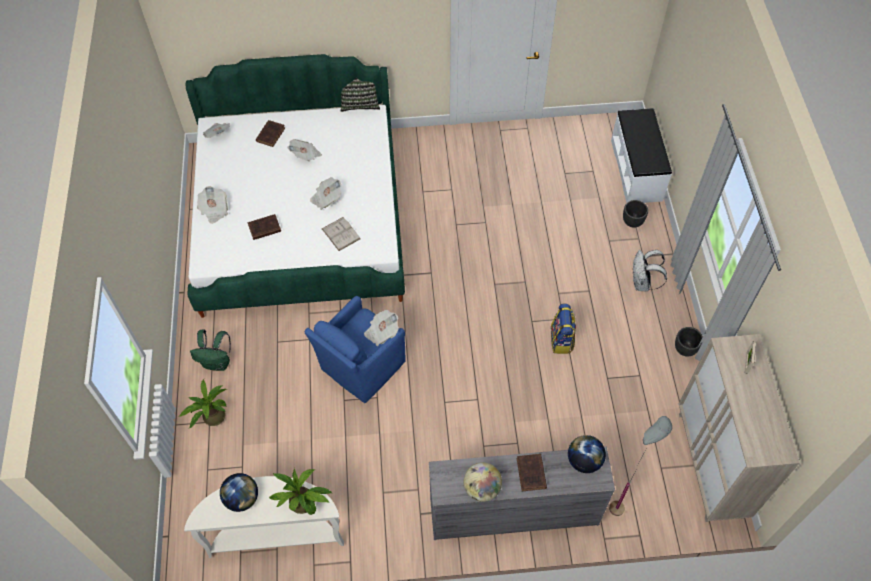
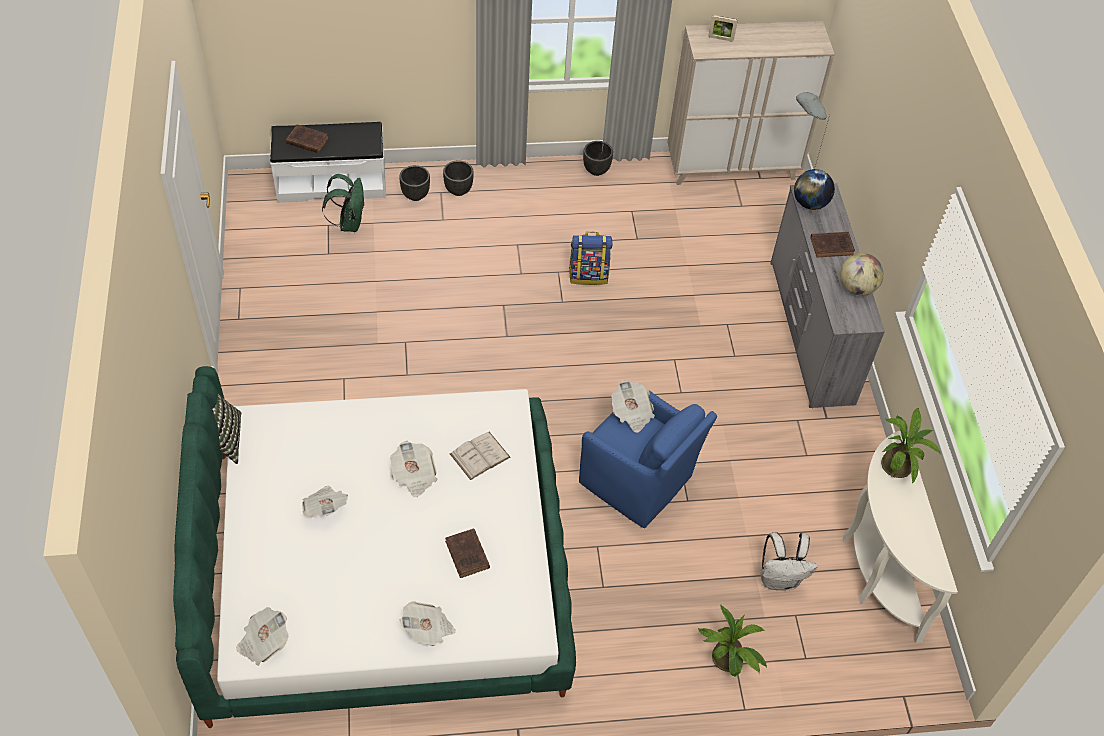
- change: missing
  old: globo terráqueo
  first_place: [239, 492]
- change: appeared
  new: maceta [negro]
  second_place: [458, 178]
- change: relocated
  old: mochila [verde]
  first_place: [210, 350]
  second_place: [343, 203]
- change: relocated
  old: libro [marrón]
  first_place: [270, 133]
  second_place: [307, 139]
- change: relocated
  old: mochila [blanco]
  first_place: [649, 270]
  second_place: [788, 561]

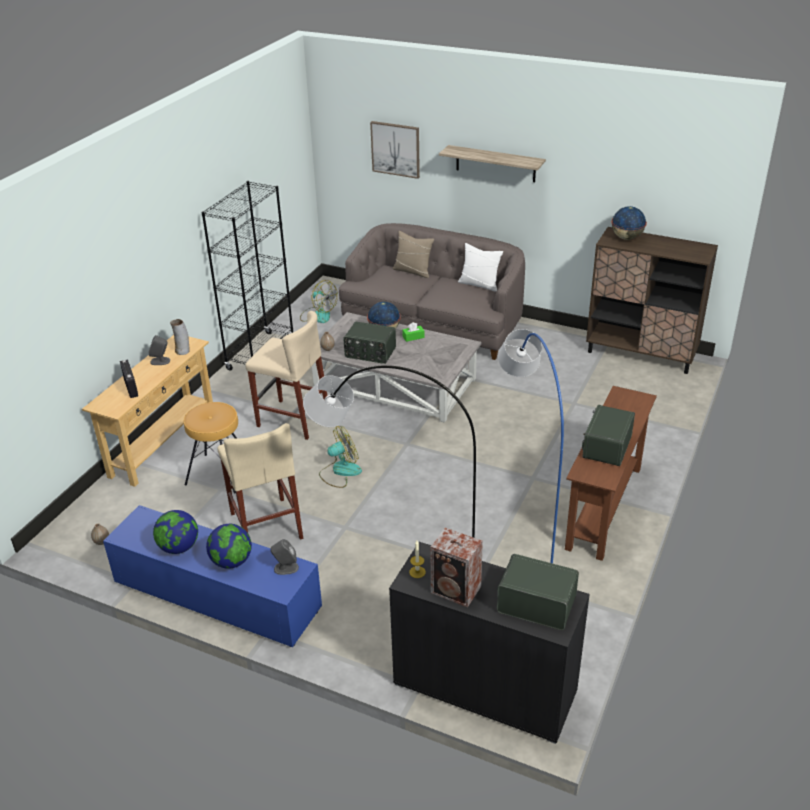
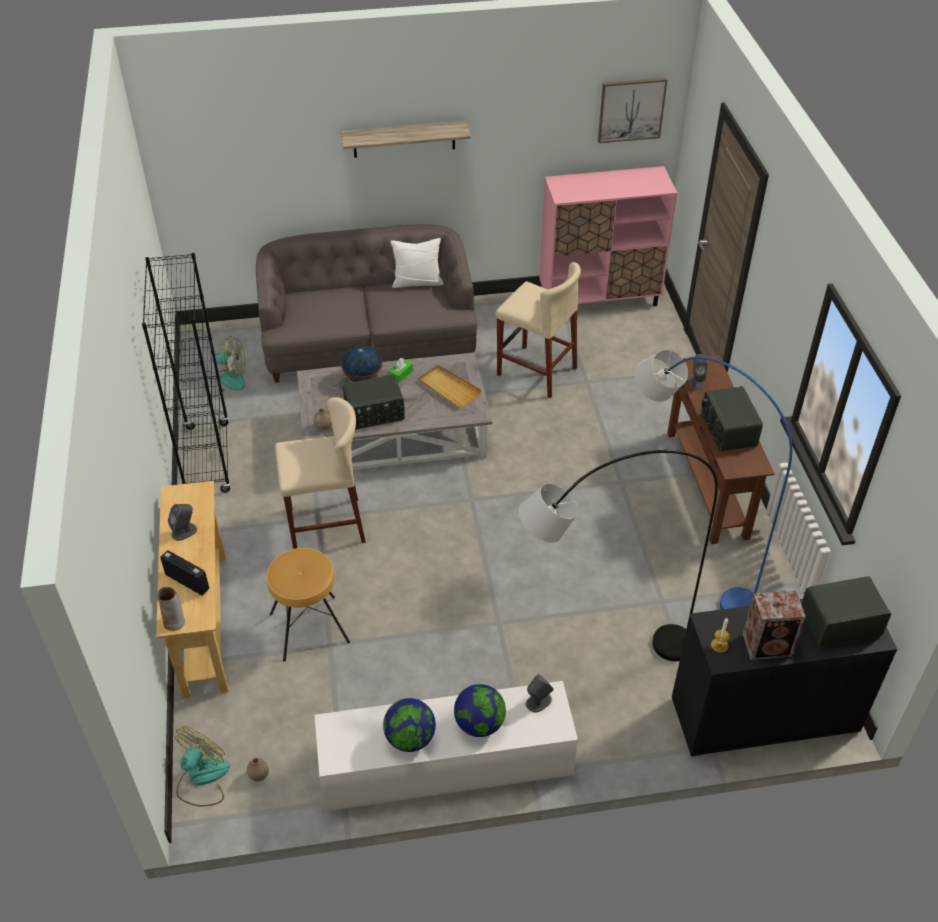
- change: missing
  old: cojín [beis]
  first_place: [413, 254]
- change: missing
  old: globo terráqueo
  first_place: [629, 223]
- change: appeared
  new: bandeja [beis]
  second_place: [450, 386]
- change: appeared
  new: altavoz [gris]
  second_place: [698, 372]
- change: relocated
  old: florero
  first_place: [180, 337]
  second_place: [171, 609]
- change: relocated
  old: taburete [beis]
  first_place: [260, 481]
  second_place: [538, 330]
- change: relocated
  old: ventilador
  first_place: [340, 457]
  second_place: [202, 766]
- change: relocated
  old: cuadro
  first_place: [395, 150]
  second_place: [632, 110]
- change: colour
  old: mueble de televisión [azul]
  new: mueble de televisión [blanco]
  first_place: [212, 576]
  second_place: [446, 746]
- change: colour
  old: armario [marrón]
  new: armario [rosa]
  first_place: [652, 300]
  second_place: [608, 236]

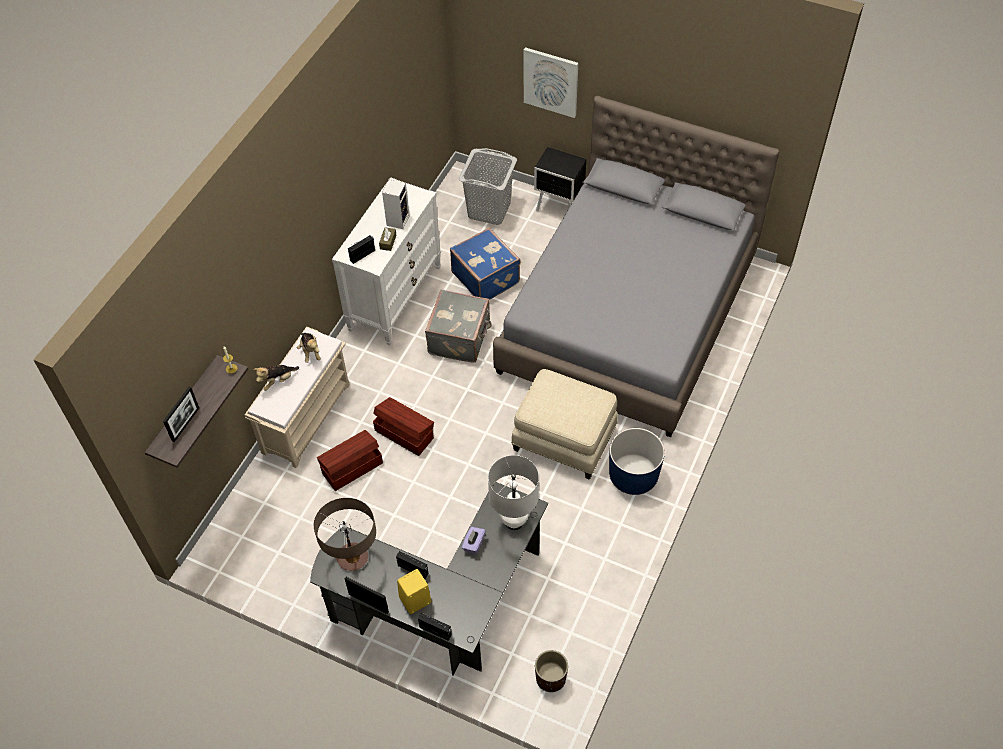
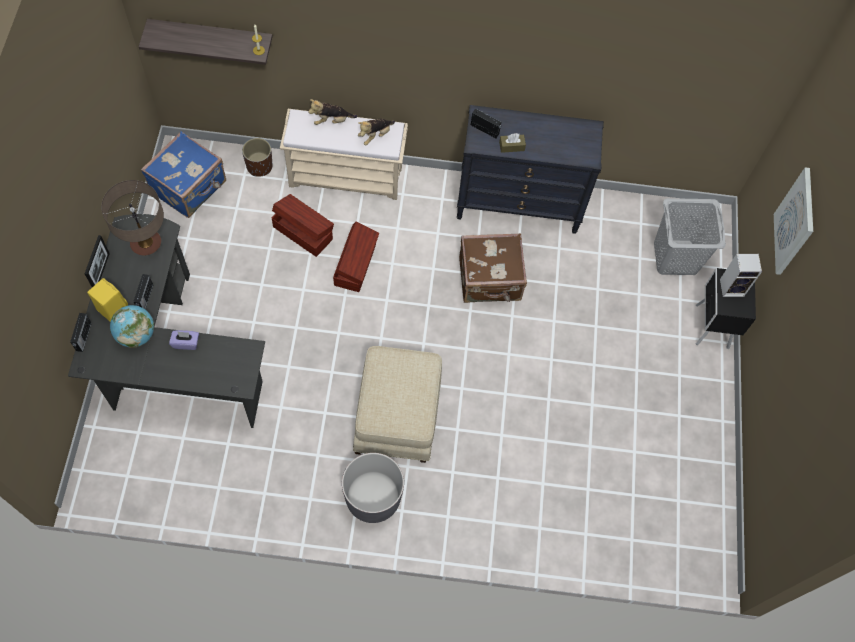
- change: missing
  old: portarretratos
  first_place: [181, 414]
- change: missing
  old: lámpara de mesa [blanco]
  first_place: [513, 492]
- change: missing
  old: cama [gris]
  first_place: [636, 266]
- change: appeared
  new: globo terráqueo
  second_place: [132, 326]
- change: relocated
  old: altavoz
  first_place: [396, 204]
  second_place: [741, 275]
- change: relocated
  old: maleta [azul]
  first_place: [485, 263]
  second_place: [183, 174]
- change: relocated
  old: maceta [marrón]
  first_place: [551, 671]
  second_place: [257, 157]
- change: colour
  old: cómoda [blanco]
  new: cómoda [negro]
  first_place: [386, 261]
  second_place: [530, 169]
- change: colour
  old: maleta [gris]
  new: maleta [marrón]
  first_place: [458, 326]
  second_place: [493, 268]
- change: colour
  old: maceta [azul]
  new: maceta [gris]
  first_place: [637, 461]
  second_place: [373, 488]
- change: spun
  old: peluche
  first_place: [276, 378]
  second_place: [332, 112]
  degrees: -45

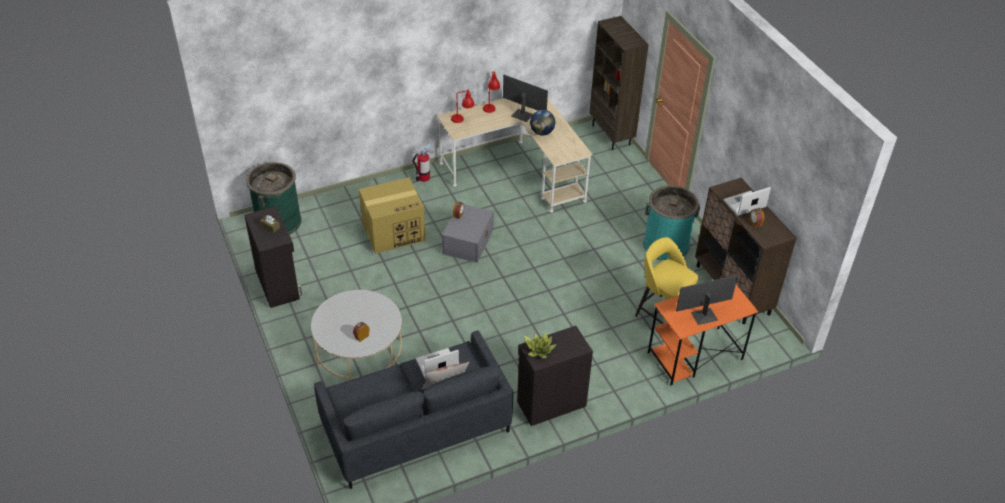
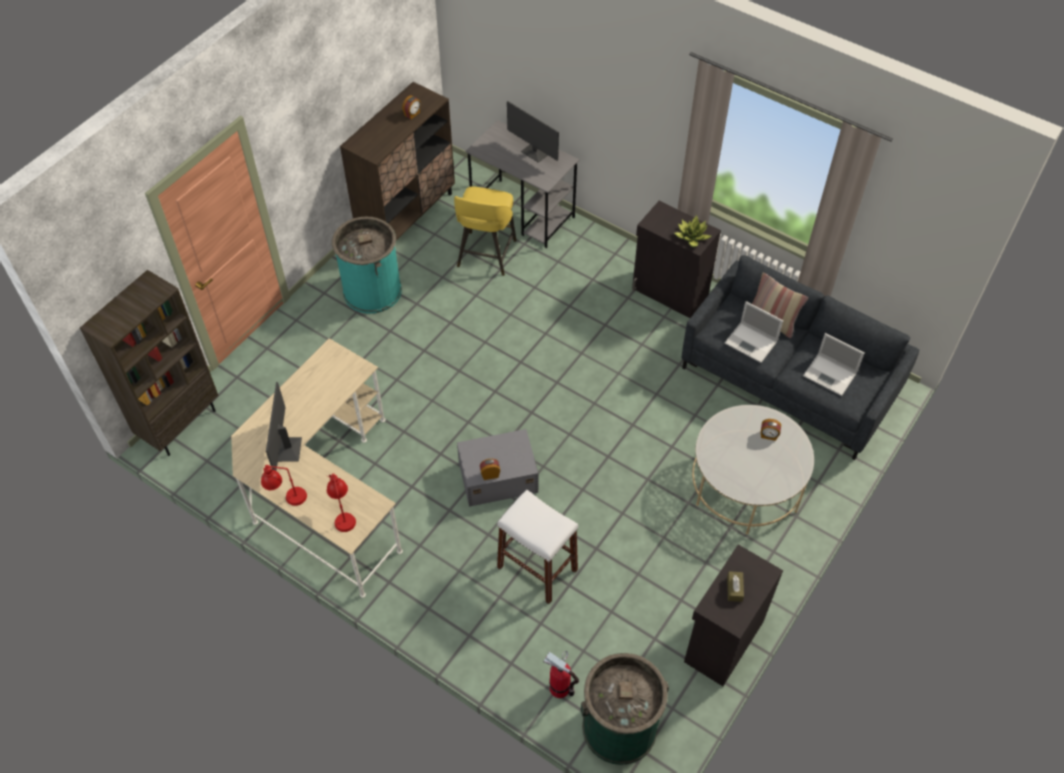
- change: missing
  old: globo terráqueo
  first_place: [542, 123]
- change: relocated
  old: extintor
  first_place: [423, 163]
  second_place: [561, 674]
- change: relocated
  old: portátil
  first_place: [747, 201]
  second_place: [834, 364]
- change: exchanged
  old: caja de cartón
  new: taburete [blanco]
  first_place: [392, 215]
  second_place: [537, 547]
- change: colour
  old: escritorio [naranja]
  new: escritorio [gris]
  first_place: [703, 335]
  second_place: [522, 184]

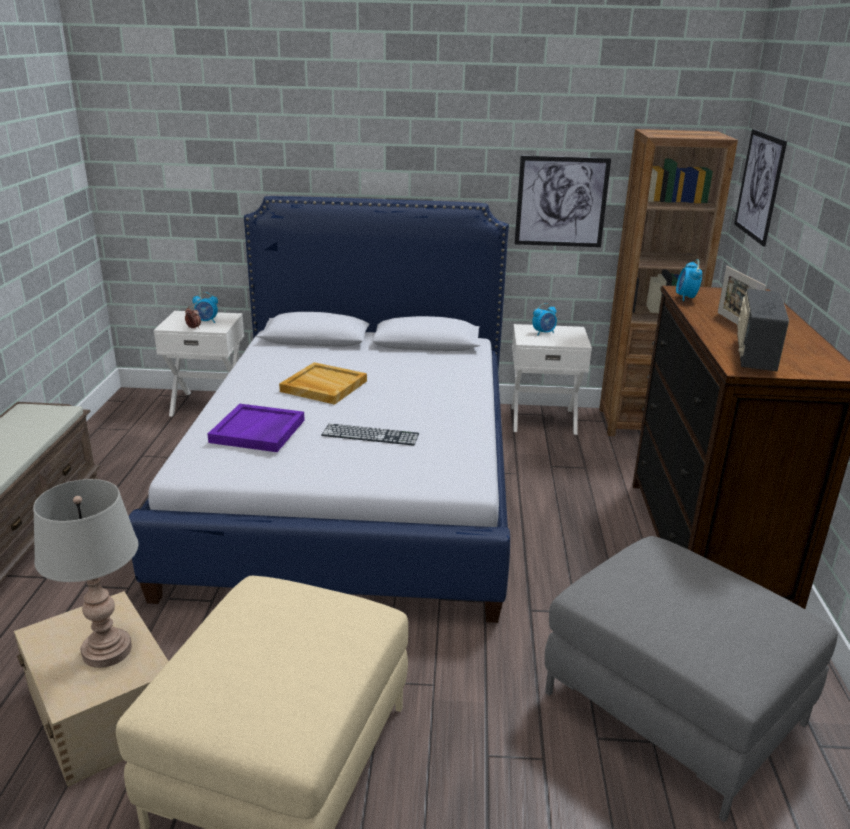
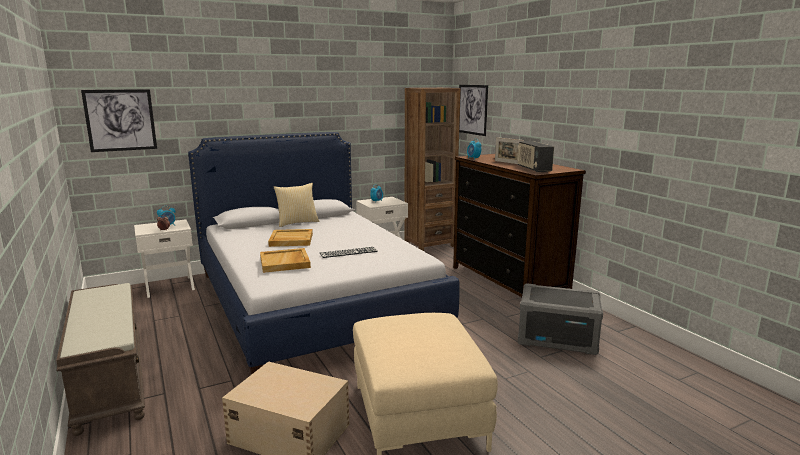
- change: missing
  old: lámpara de mesa [gris]
  first_place: [86, 573]
- change: appeared
  new: cojín
  second_place: [297, 205]
- change: relocated
  old: cuadro
  first_place: [563, 201]
  second_place: [119, 120]
- change: exchanged
  old: puf [gris]
  new: caja de almacenaje [gris]
  first_place: [691, 679]
  second_place: [560, 319]
- change: colour
  old: bandeja [morado]
  new: bandeja [beis]
  first_place: [256, 428]
  second_place: [285, 260]

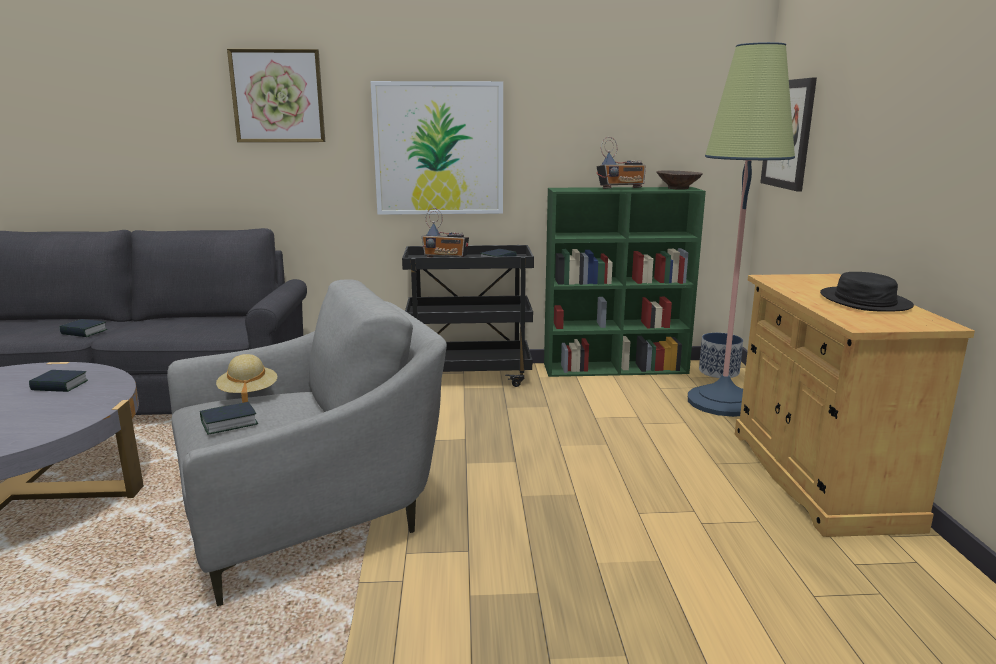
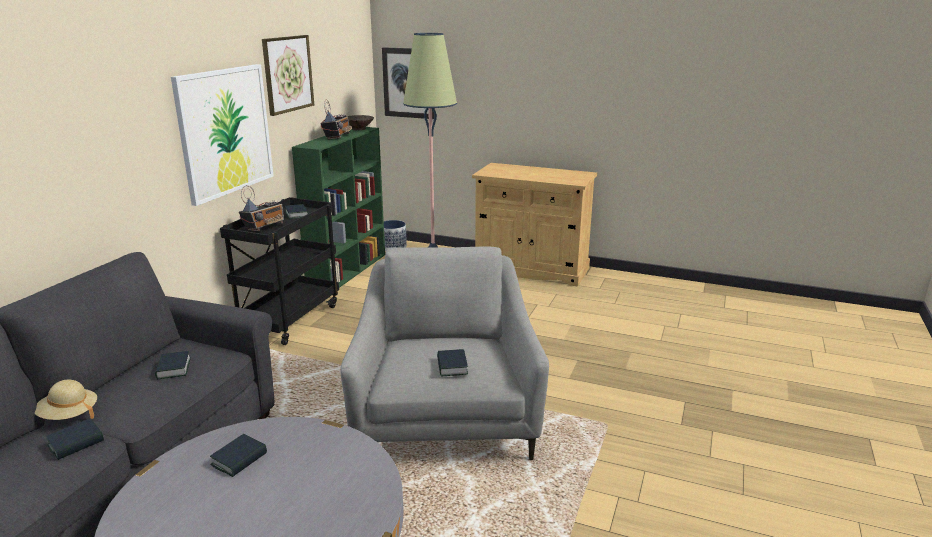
- change: missing
  old: sombrero [negro]
  first_place: [867, 292]
- change: appeared
  new: libro
  second_place: [173, 365]
- change: relocated
  old: sombrero [beis]
  first_place: [246, 378]
  second_place: [66, 400]
- change: relocated
  old: cuadro
  first_place: [276, 95]
  second_place: [288, 75]

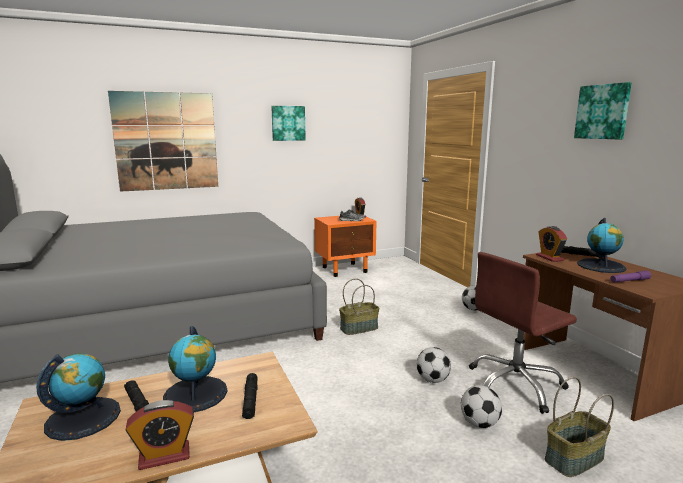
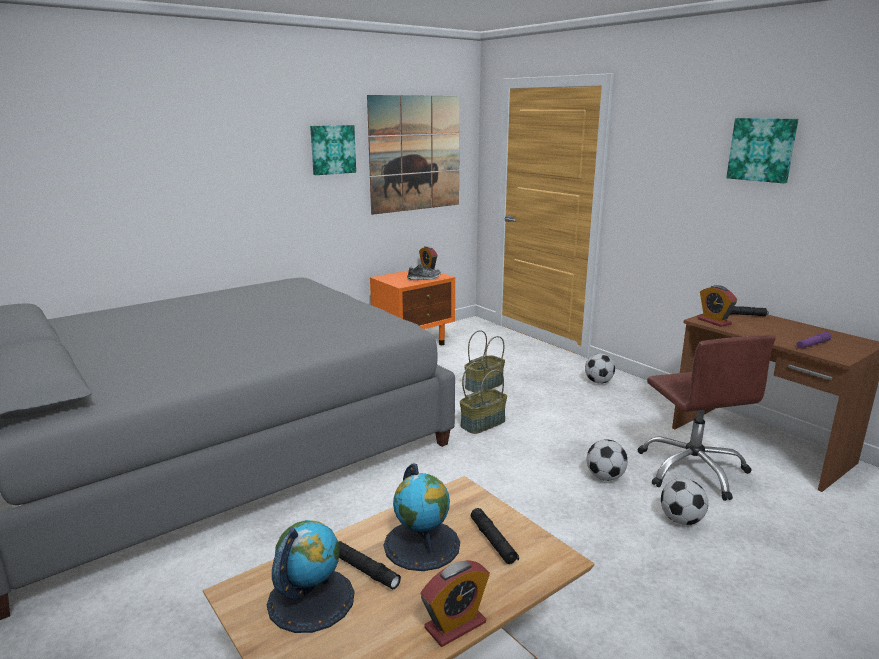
- change: missing
  old: globo terráqueo
  first_place: [602, 245]
- change: relocated
  old: cuadro
  first_place: [163, 141]
  second_place: [413, 155]
- change: relocated
  old: cesta
  first_place: [579, 427]
  second_place: [484, 361]
- change: spun
  old: silla de oficina [marrón]
  first_place: [523, 333]
  second_place: [706, 418]
  degrees: -60

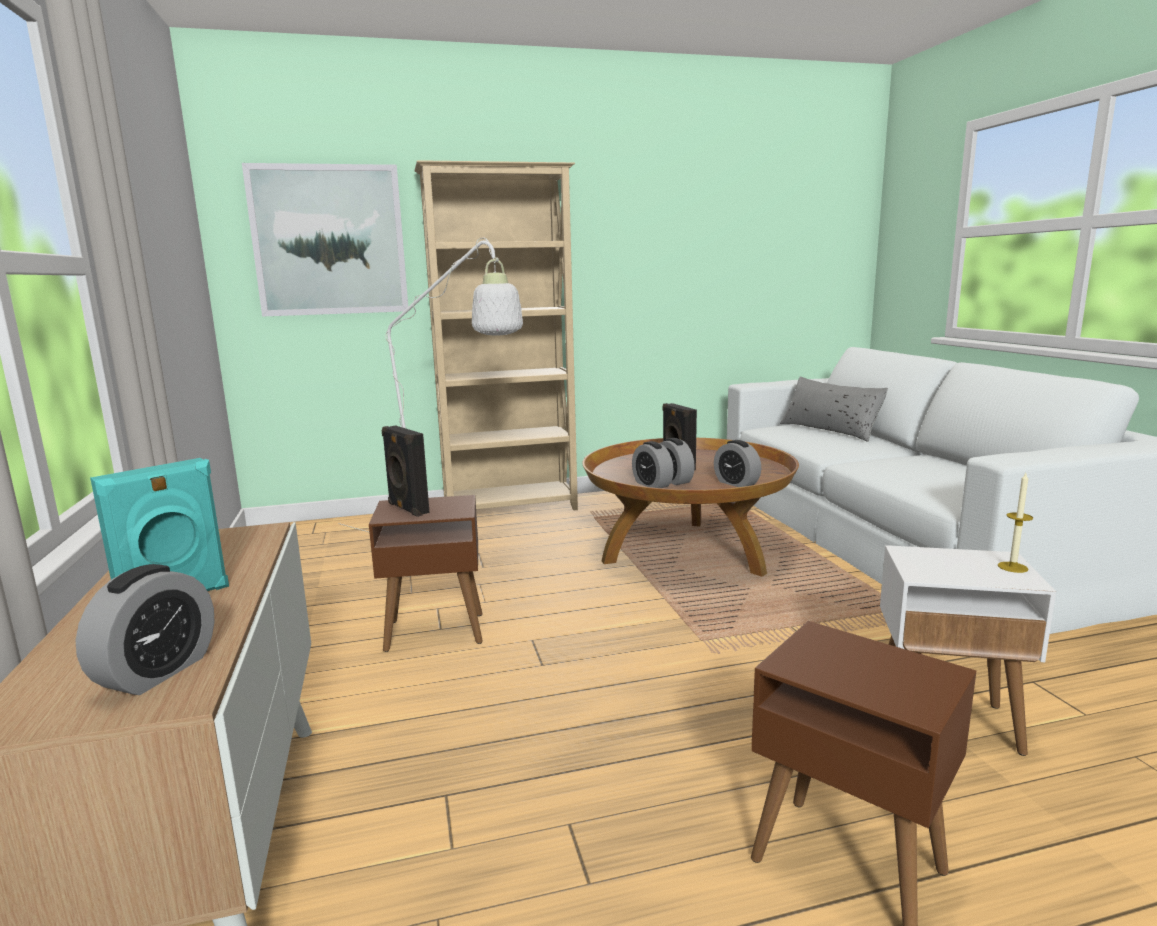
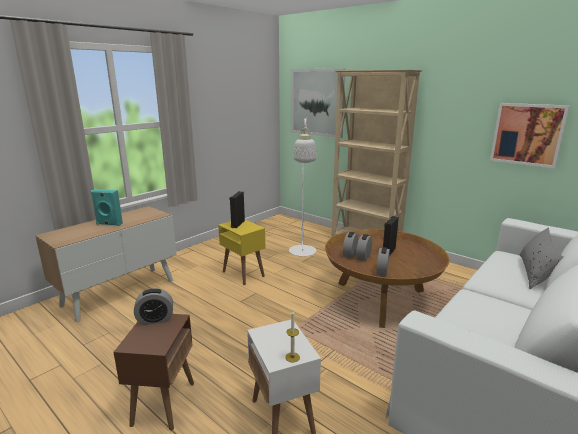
- change: appeared
  new: cuadro
  second_place: [530, 135]
- change: relocated
  old: despertador
  first_place: [145, 629]
  second_place: [153, 306]
- change: colour
  old: mesa auxiliar [marrón]
  new: mesa auxiliar [amarillo]
  first_place: [426, 573]
  second_place: [241, 252]

